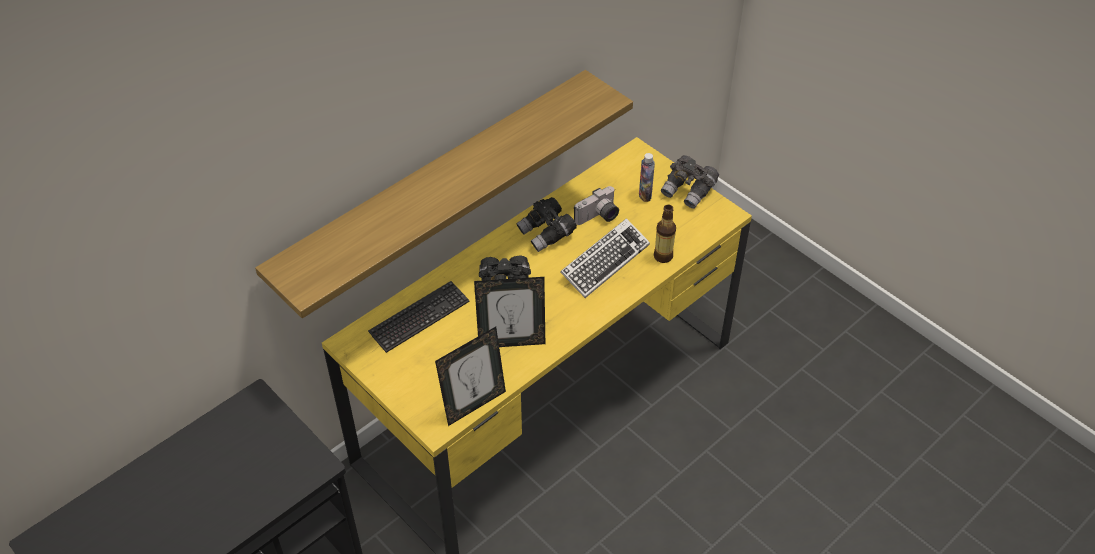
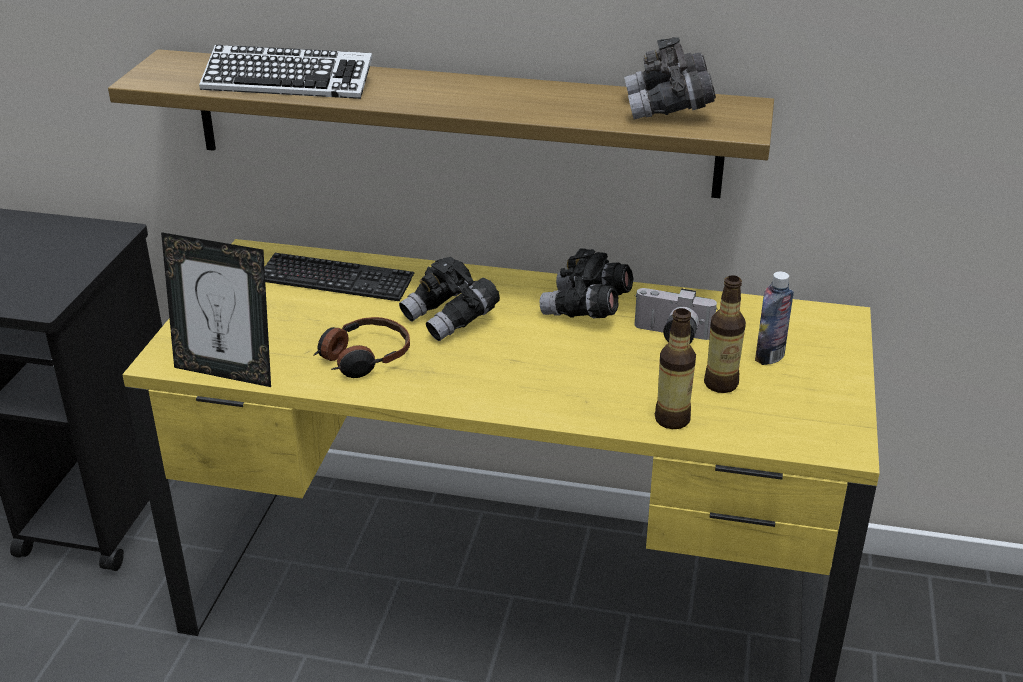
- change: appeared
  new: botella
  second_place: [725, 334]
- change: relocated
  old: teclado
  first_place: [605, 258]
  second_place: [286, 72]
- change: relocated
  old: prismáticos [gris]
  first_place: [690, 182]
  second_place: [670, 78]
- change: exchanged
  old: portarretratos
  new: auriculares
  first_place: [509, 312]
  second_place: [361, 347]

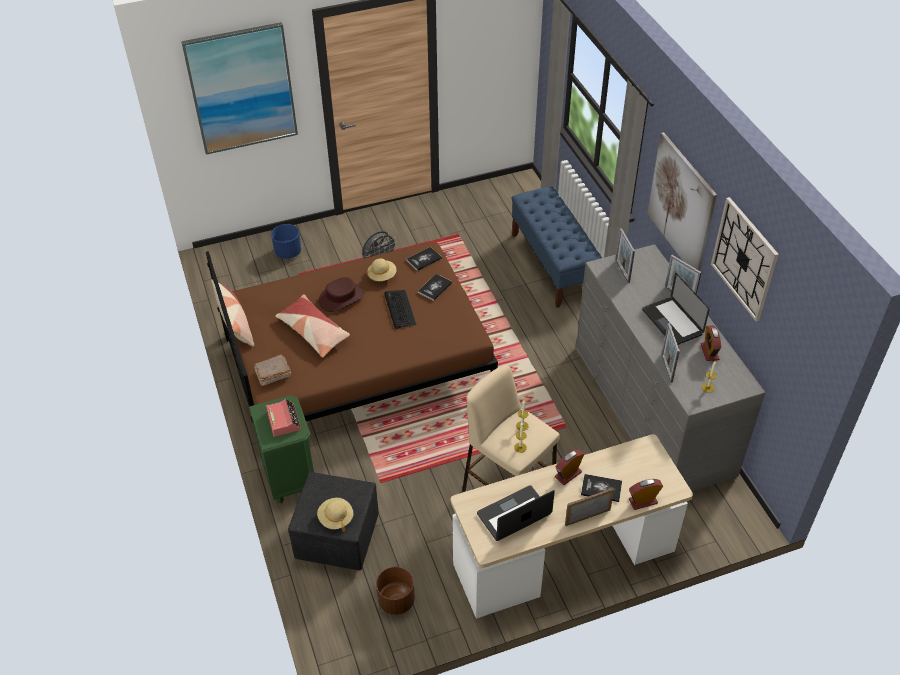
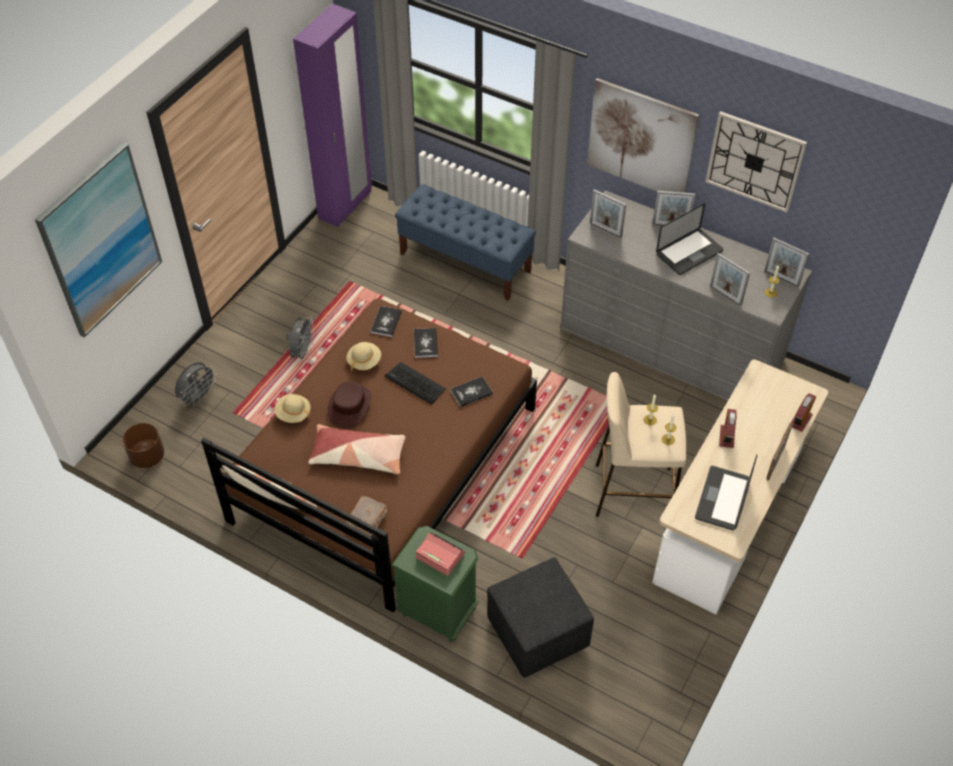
- change: missing
  old: despertador
  first_place: [711, 343]
- change: appeared
  new: armario ropero [morado]
  second_place: [332, 115]
- change: appeared
  new: portarretratos
  second_place: [786, 262]
- change: relocated
  old: sombrero [beis]
  first_place: [335, 515]
  second_place: [292, 408]
- change: relocated
  old: maceta [marrón]
  first_place: [395, 591]
  second_place: [143, 445]
- change: relocated
  old: libro
  first_place: [601, 488]
  second_place: [471, 391]
- change: exchanged
  old: maceta [azul]
  new: ventilador [gris]
  first_place: [286, 241]
  second_place: [196, 384]
- change: spun
  old: portátil
  first_place: [676, 309]
  second_place: [690, 239]
  degrees: -60

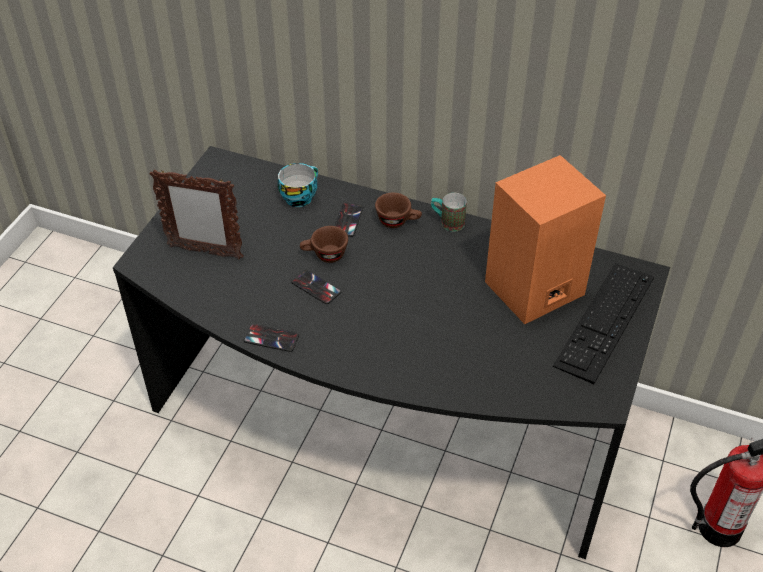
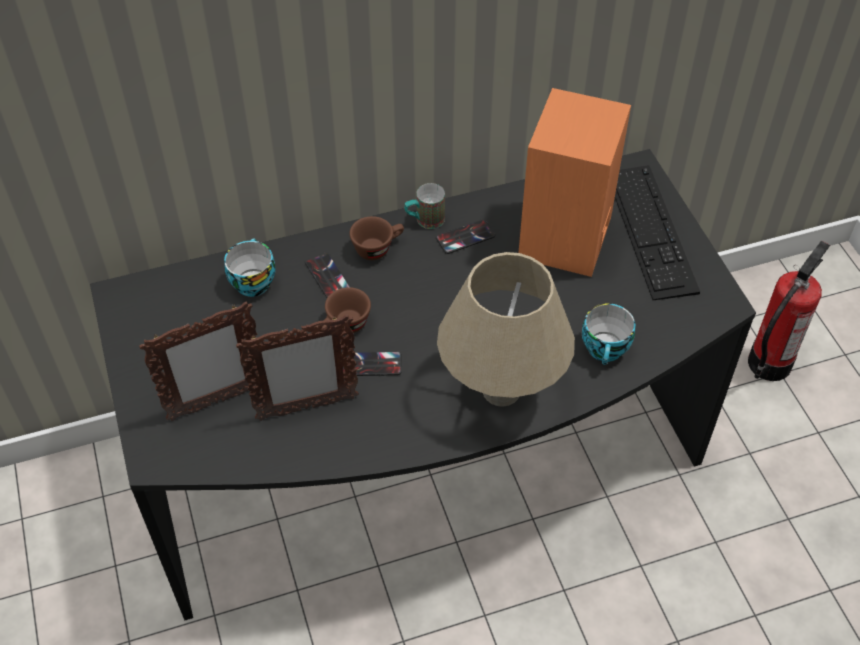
- change: appeared
  new: portarretratos
  second_place: [297, 367]
- change: appeared
  new: lámpara de mesa [beis]
  second_place: [506, 329]
- change: appeared
  new: taza
  second_place: [608, 334]
- change: relocated
  old: móvil
  first_place: [271, 338]
  second_place: [465, 236]

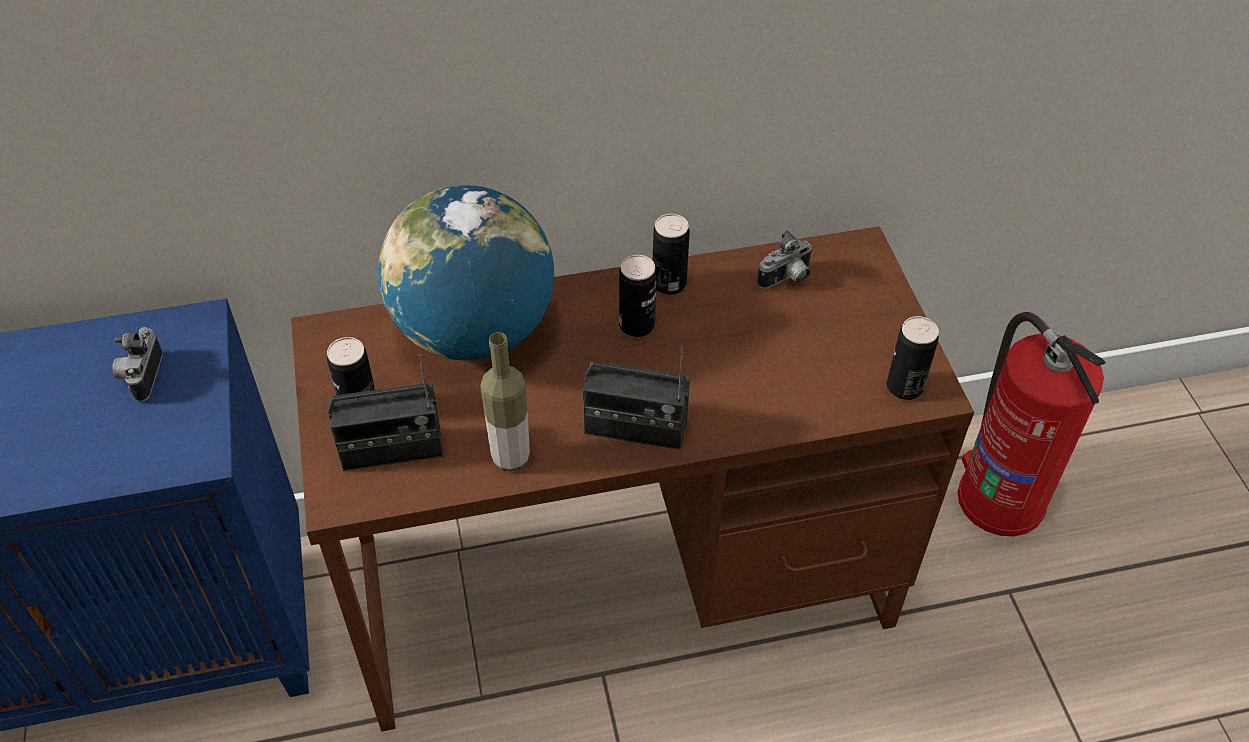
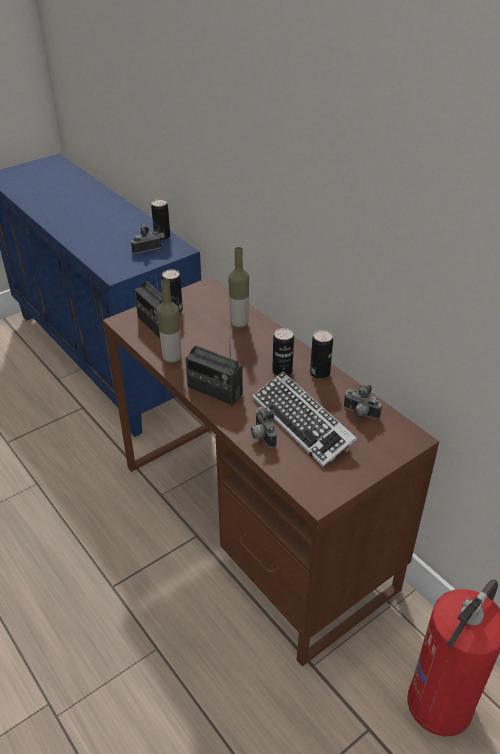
- change: appeared
  new: cámara
  second_place: [264, 427]
- change: appeared
  new: teclado
  second_place: [304, 419]
- change: relocated
  old: lata
  first_place: [913, 358]
  second_place: [160, 219]
- change: exchanged
  old: globo terráqueo
  new: botella
  first_place: [466, 273]
  second_place: [238, 287]
- change: spun
  old: radio
  first_place: [636, 398]
  second_place: [214, 371]
  degrees: -45

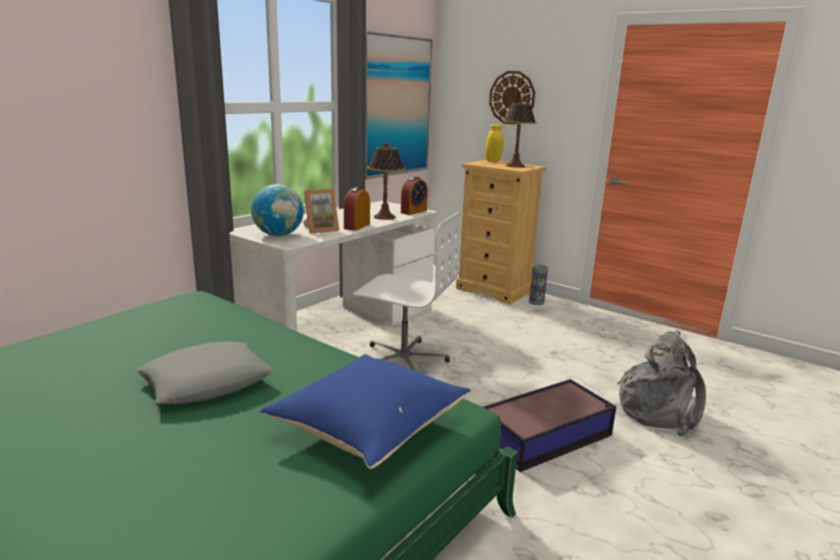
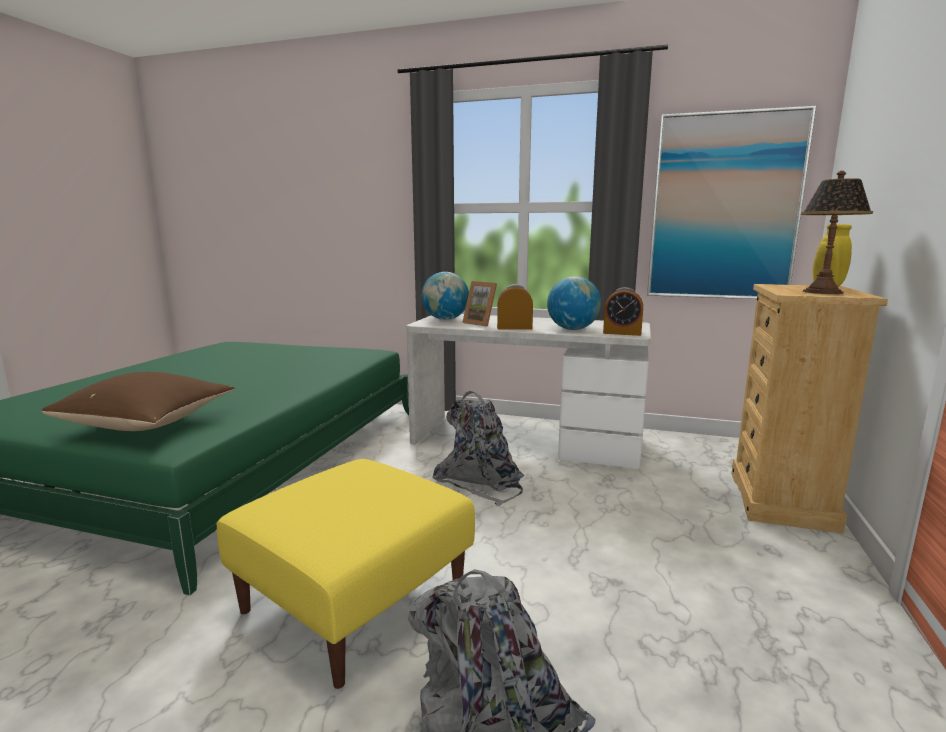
- change: missing
  old: cojín [gris]
  first_place: [204, 372]
- change: missing
  old: reloj de pared
  first_place: [512, 98]
- change: missing
  old: florero
  first_place: [538, 285]
- change: exchanged
  old: silla de oficina [blanco]
  new: mochila [gris]
  first_place: [407, 291]
  second_place: [478, 448]
- change: exchanged
  old: lámpara de mesa
  new: globo terráqueo
  first_place: [386, 181]
  second_place: [574, 303]
- change: exchanged
  old: caja de almacenaje
  new: puf [amarillo]
  first_place: [550, 425]
  second_place: [345, 574]
- change: colour
  old: cojín [azul]
  new: cojín [marrón]
  first_place: [365, 411]
  second_place: [138, 401]

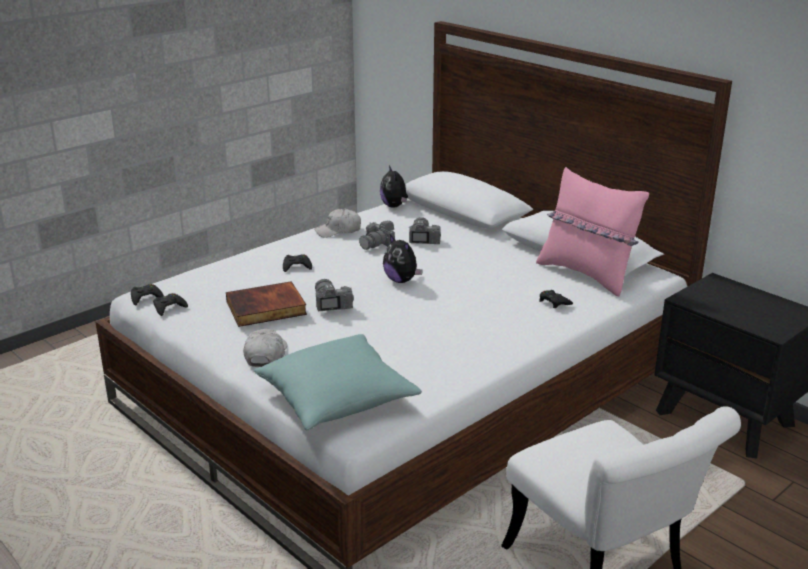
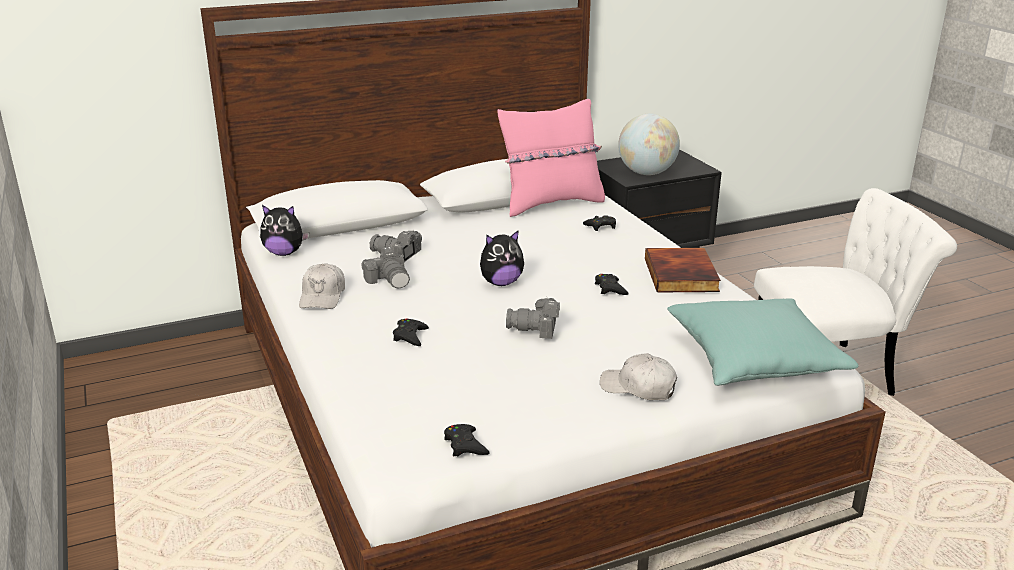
- change: appeared
  new: globo terráqueo
  second_place: [649, 144]
- change: relocated
  old: mando de consola [negro]
  first_place: [147, 294]
  second_place: [612, 284]
- change: relocated
  old: libro
  first_place: [266, 304]
  second_place: [683, 270]

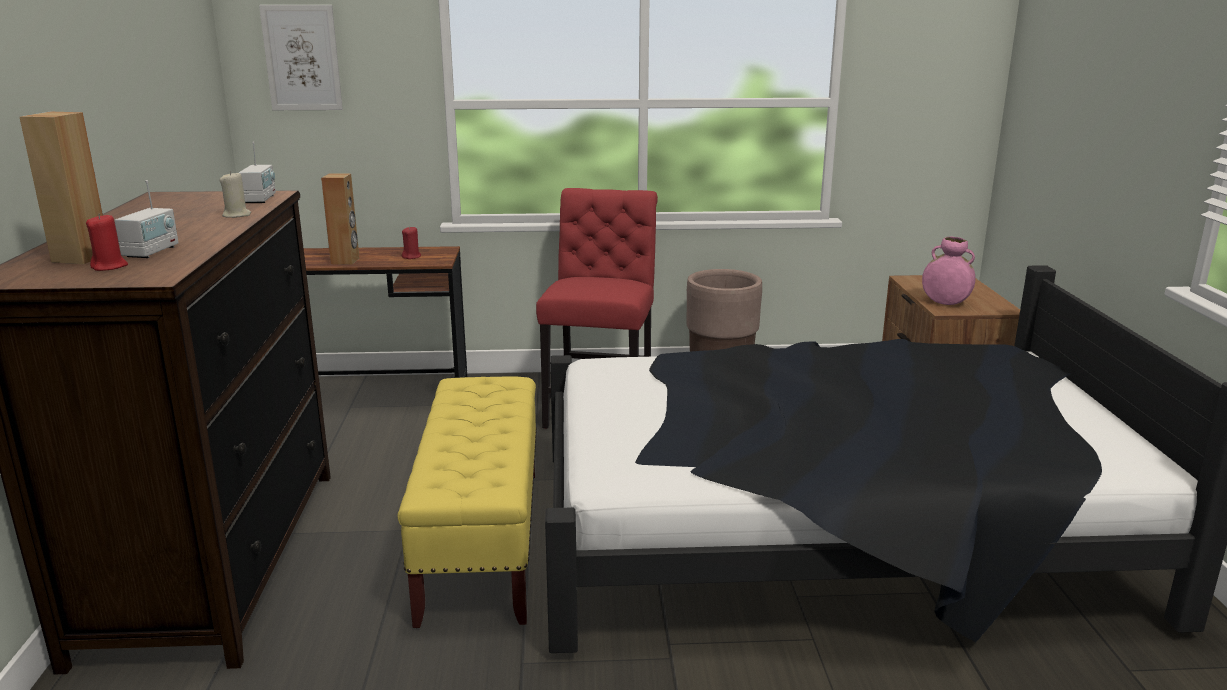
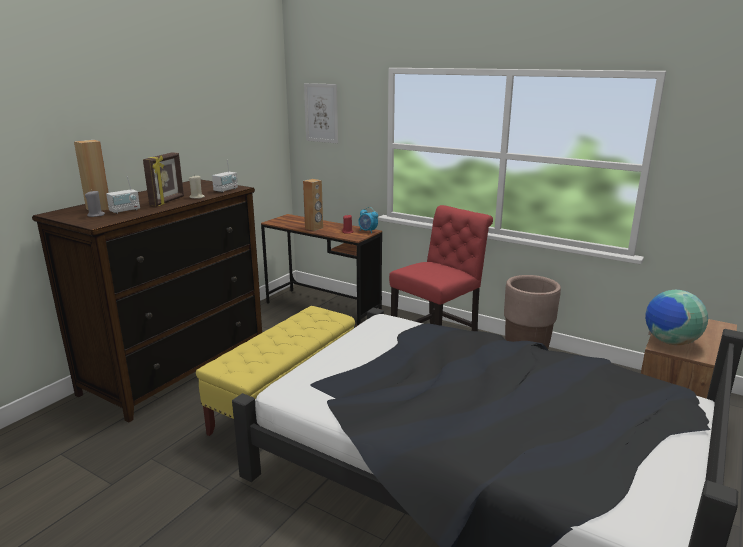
- change: appeared
  new: portarretratos
  second_place: [163, 179]
- change: appeared
  new: despertador
  second_place: [368, 220]
- change: exchanged
  old: florero [rosa]
  new: globo terráqueo
  first_place: [948, 271]
  second_place: [676, 317]
- change: colour
  old: vela [rojo]
  new: vela [gris]
  first_place: [107, 242]
  second_place: [95, 203]

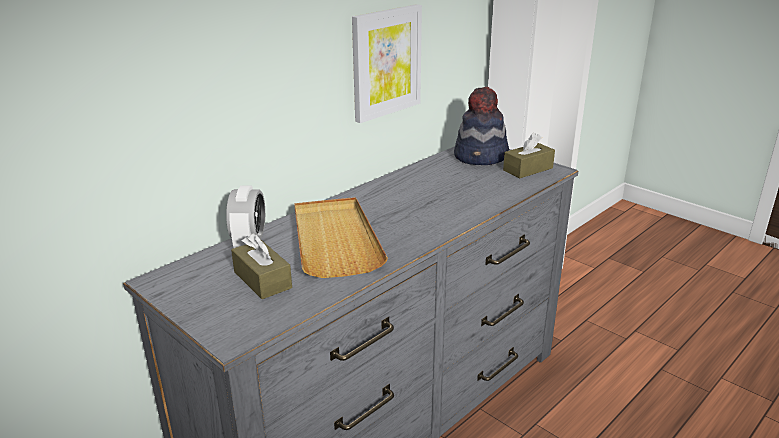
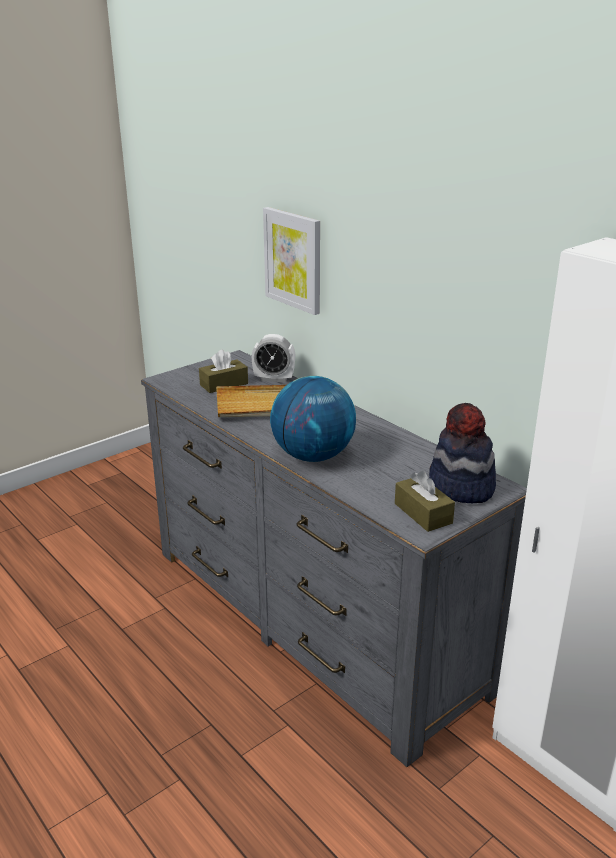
- change: appeared
  new: globo terráqueo
  second_place: [313, 419]
- change: relocated
  old: cuadro
  first_place: [387, 63]
  second_place: [291, 261]

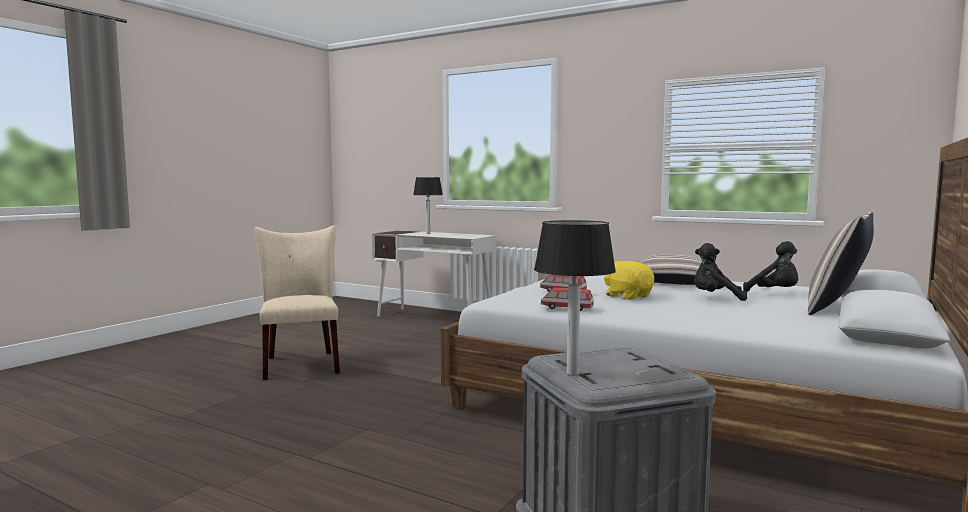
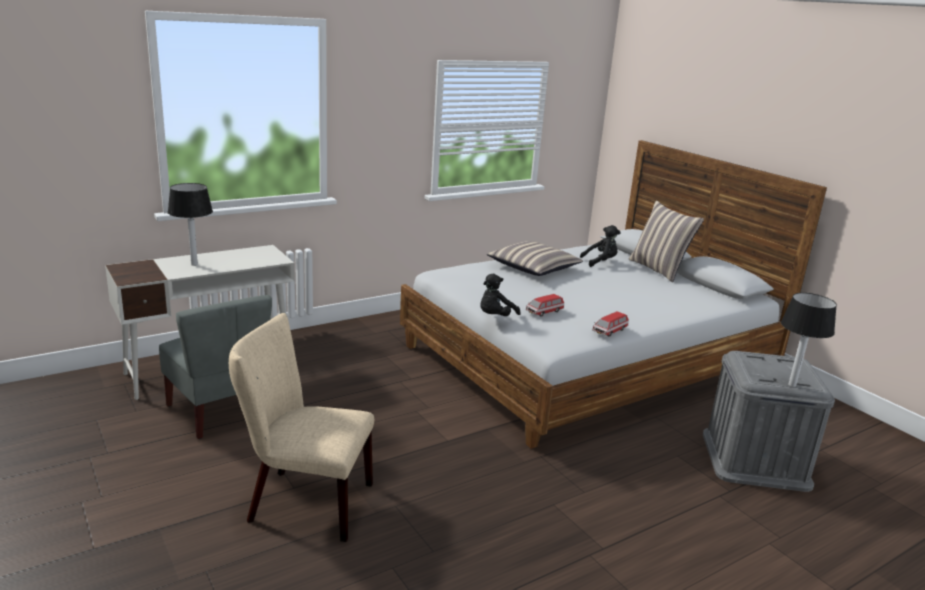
- change: missing
  old: peluche [amarillo]
  first_place: [629, 280]
- change: appeared
  new: silla [gris]
  second_place: [215, 367]
- change: relocated
  old: peluche [negro]
  first_place: [720, 272]
  second_place: [500, 295]

